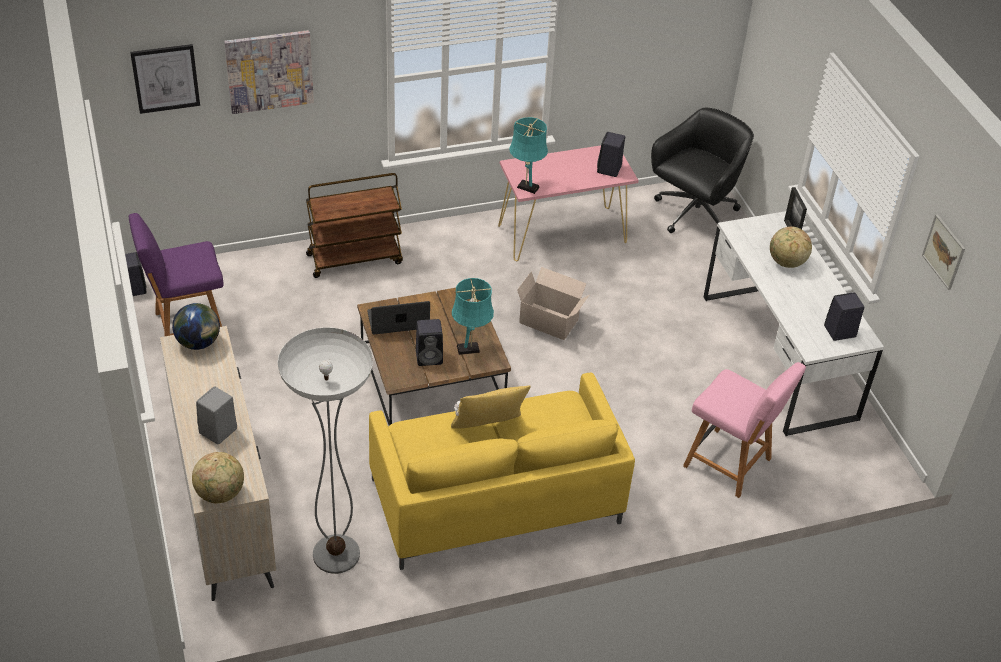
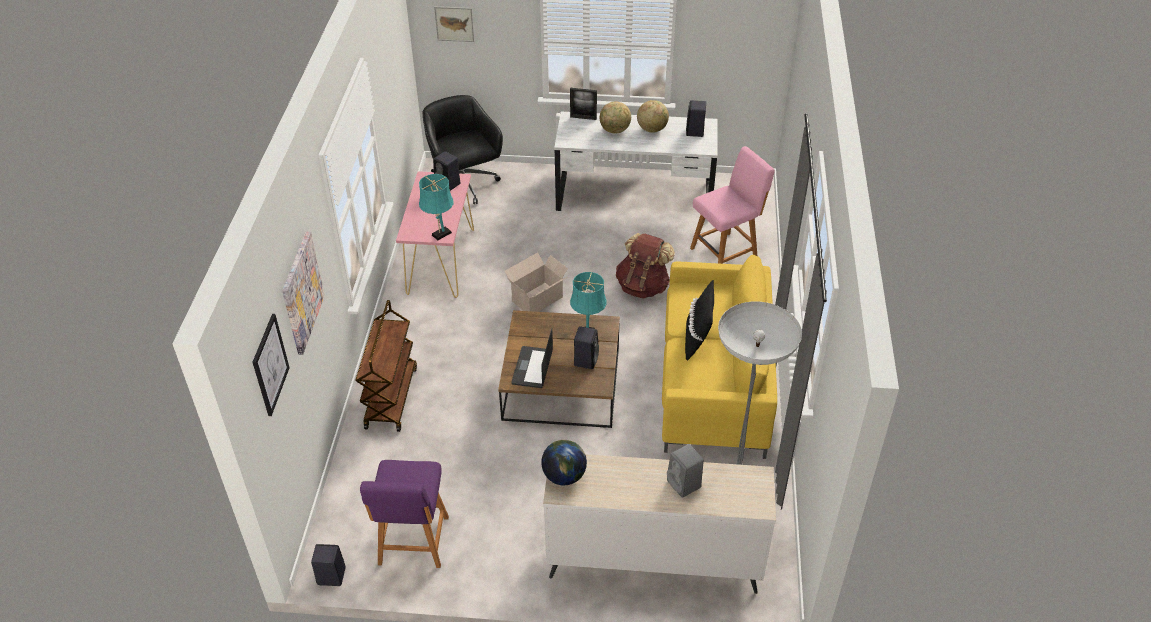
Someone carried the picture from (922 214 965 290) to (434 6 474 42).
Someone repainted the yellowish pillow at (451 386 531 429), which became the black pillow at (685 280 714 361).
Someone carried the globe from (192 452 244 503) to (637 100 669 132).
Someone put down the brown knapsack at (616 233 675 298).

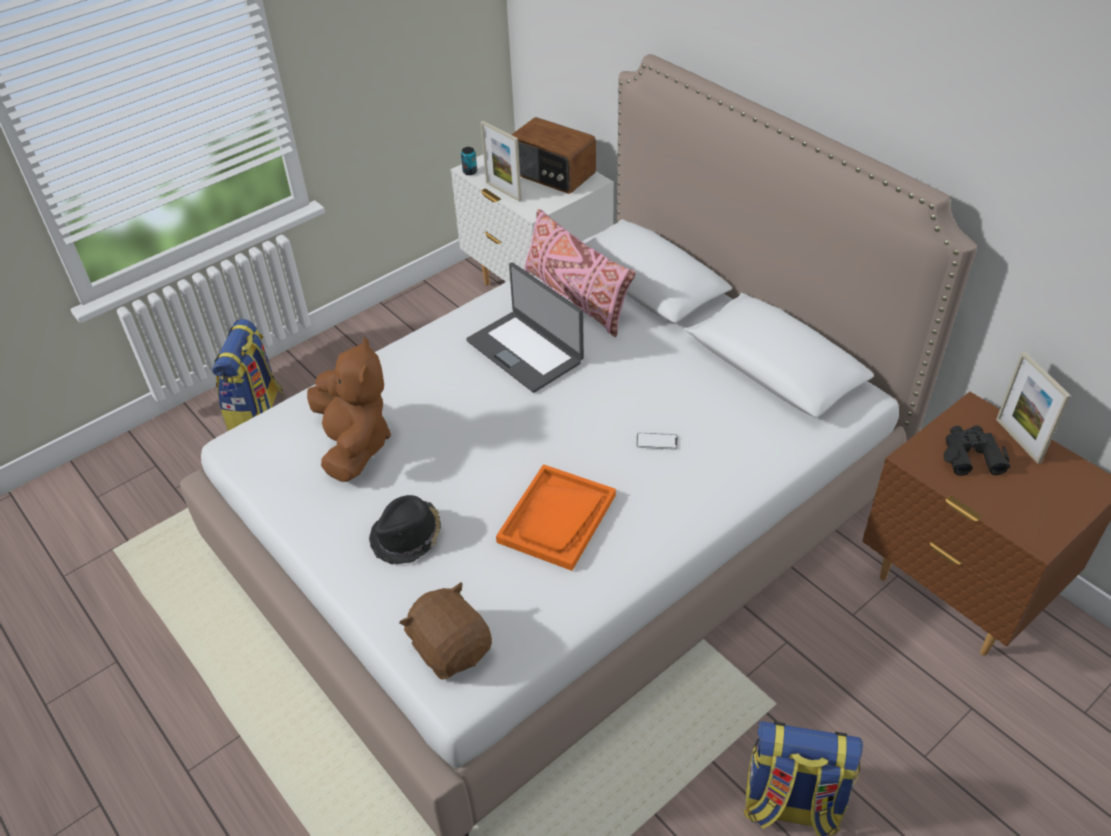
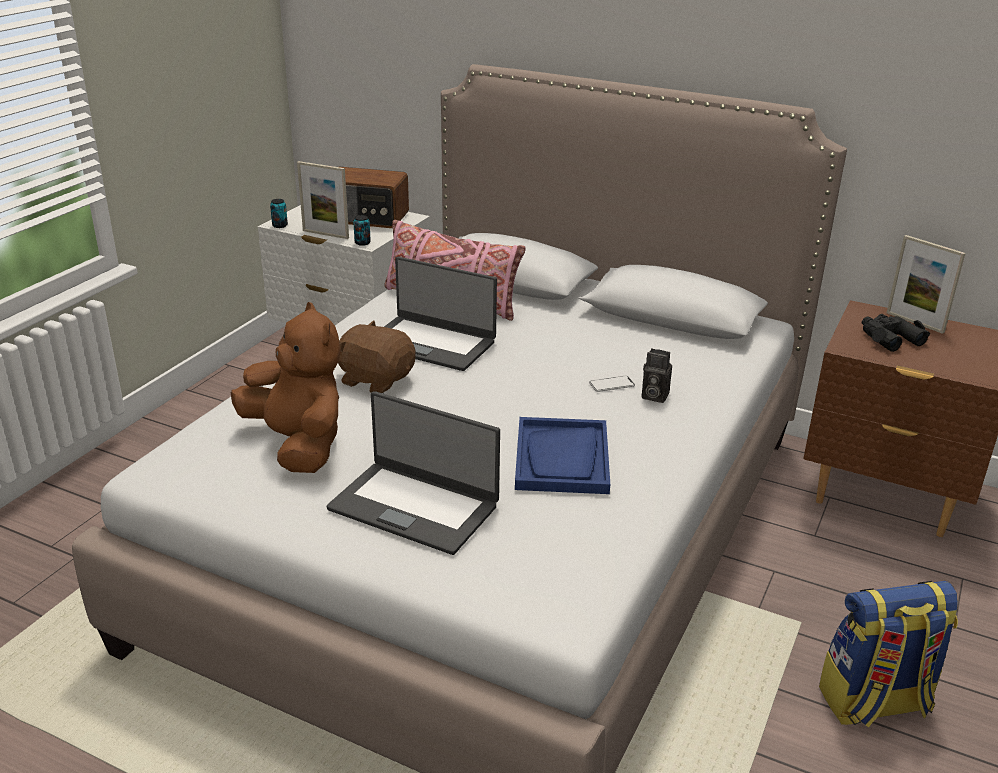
Someone took away the knapsack at (212 319 285 431).
Someone repainted the orange tray at (496 464 616 571), which became the bluish tray at (515 417 610 494).
Someone swapped the black wearable hat at (369 495 441 565) for the notebook computer at (327 391 500 555).
Someone carried the brown plush toy from (399 582 492 680) to (338 321 415 393).
Someone put down the can at (353 215 371 246).
Someone put down the still camera at (642 349 672 403).

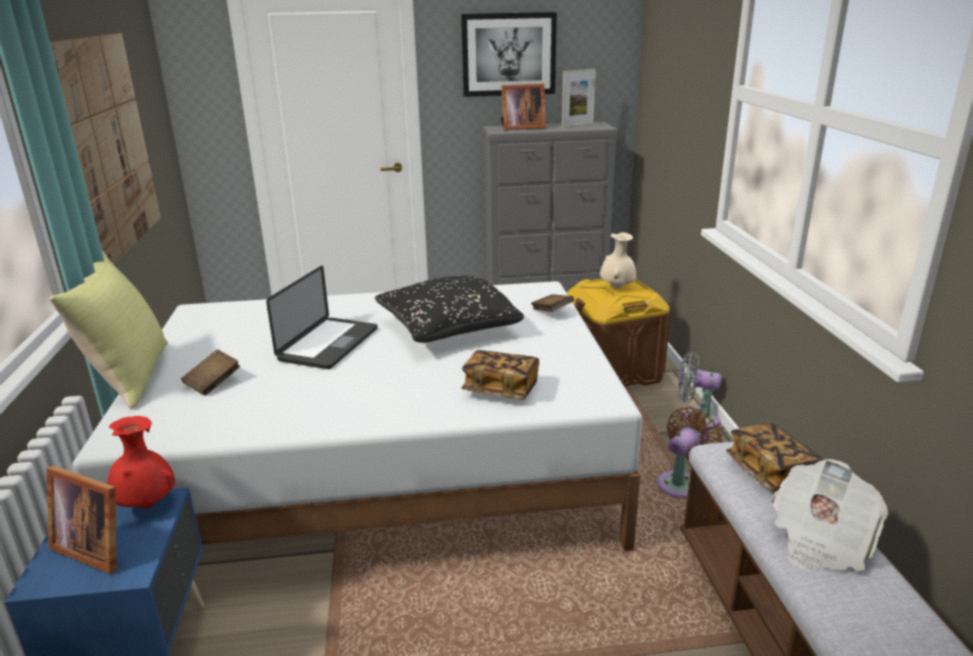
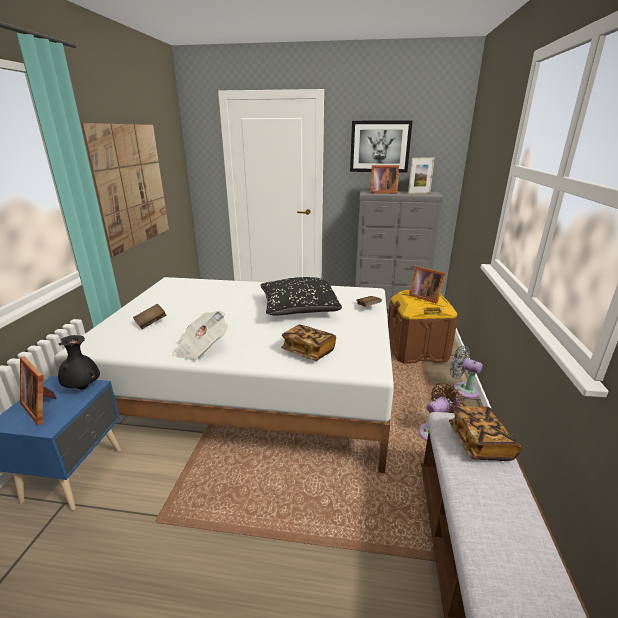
Someone swapped the beige-coloured flower vase at (600 232 636 289) for the photo frame at (409 266 446 304).
Someone took away the yellowish pillow at (50 250 168 409).
Someone took away the notebook computer at (266 266 377 369).
Someone repainted the red flower vase at (107 416 175 508), which became the black flower vase at (58 335 100 390).
Someone carried the daily paper from (772 459 888 571) to (172 311 228 360).

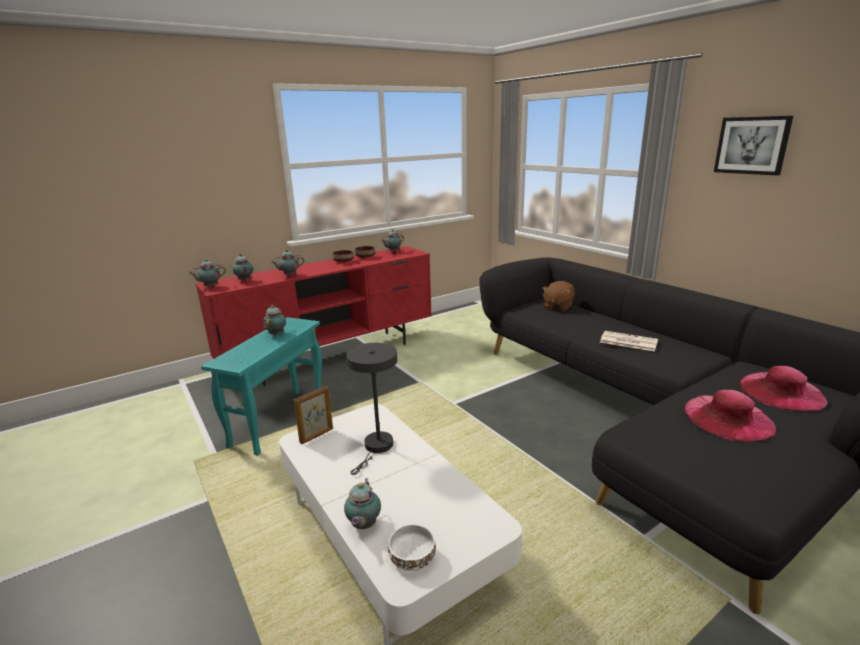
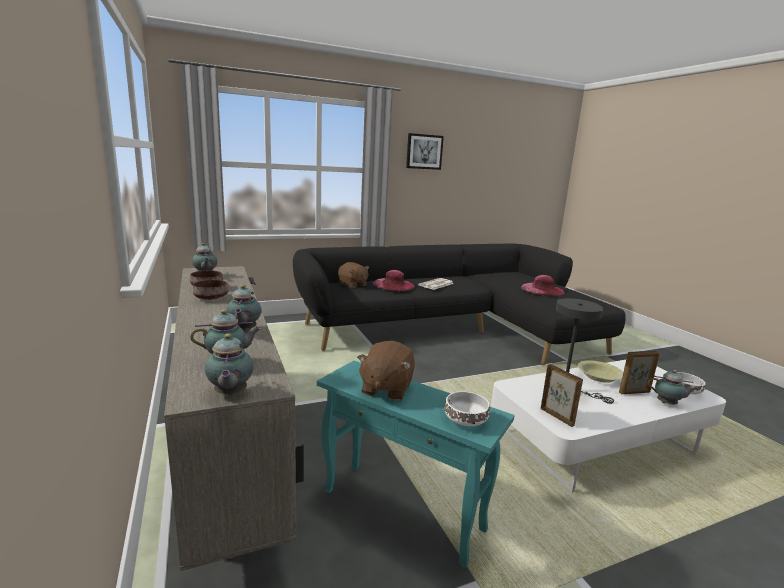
Someone repainted the red tv unit at (195 246 432 387), which became the beige-coloured tv unit at (164 266 304 571).
Someone swapped the teapot at (263 305 286 336) for the brown plush toy at (357 341 415 401).
Someone carried the pinkish wearable hat from (739 366 828 412) to (373 270 415 291).
Someone put down the photo frame at (619 351 660 394).
Someone put down the yellowish bowl at (578 360 623 383).
Someone put down the white bowl at (444 391 490 426).

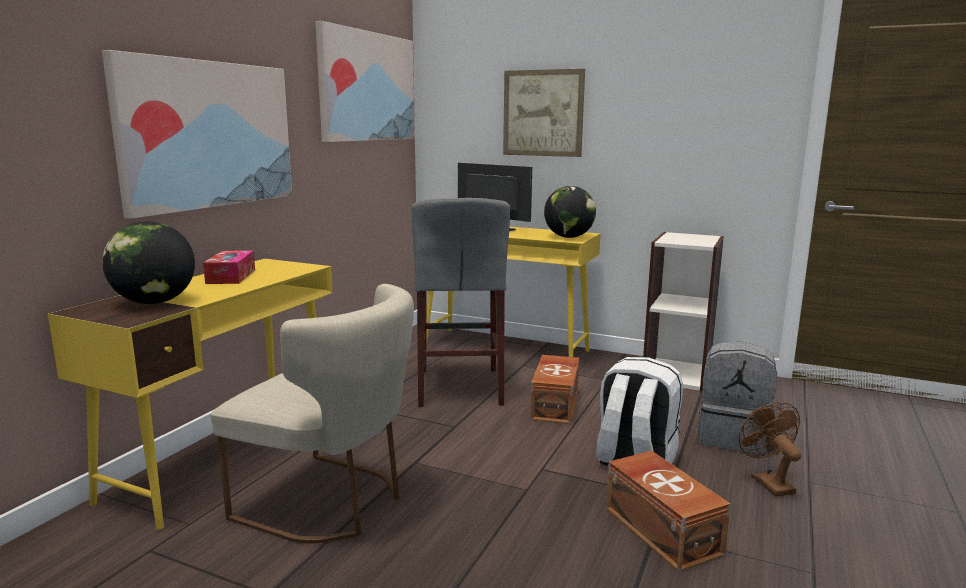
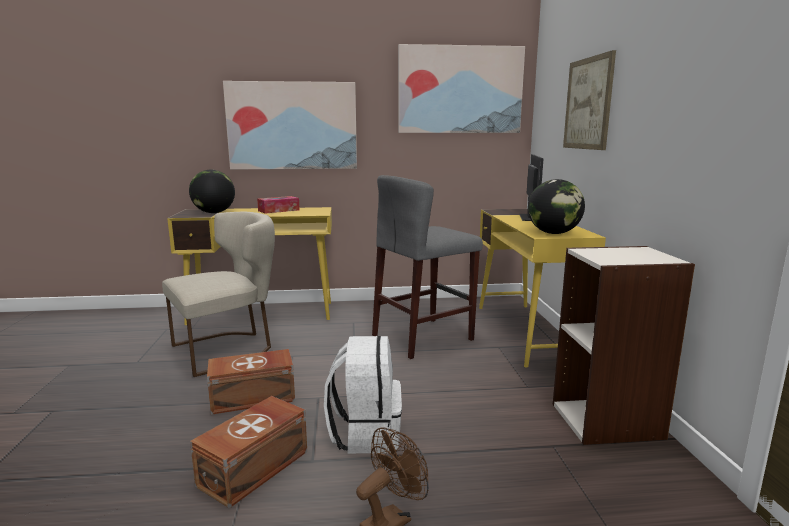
Someone rotated the beige-coloured chair at (211 284 414 543) by 120 degrees counterclockwise.
Someone took away the greyish knapsack at (698 342 777 455).
Someone carried the brown storage box from (530 355 579 424) to (207 349 295 415).

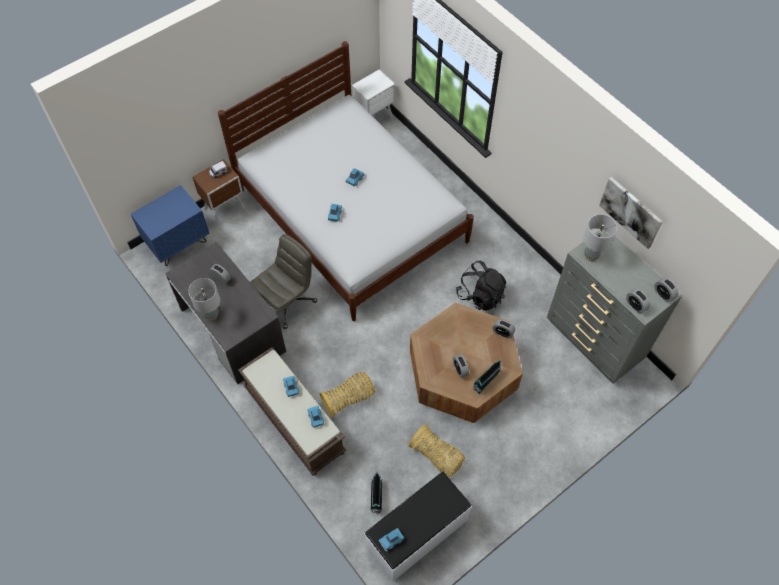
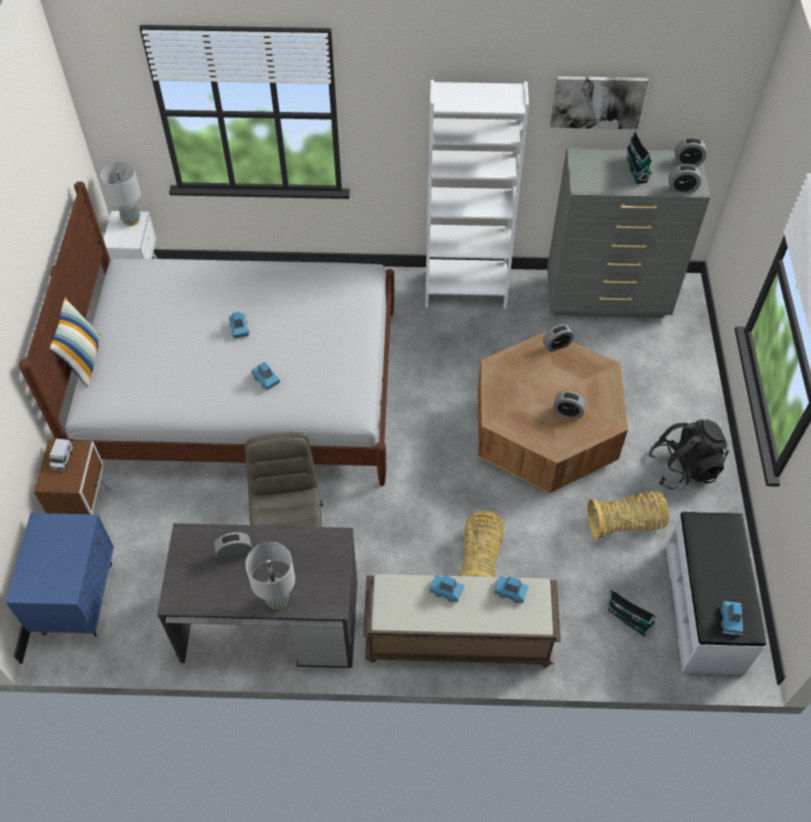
Someone carried the greyish table lamp from (583 214 617 262) to (100 162 141 226).
Someone carried the black knapsack from (456 261 506 311) to (648 419 729 491).
Someone carried the model house from (473 360 501 394) to (626 131 652 184).
Someone put down the white bookcase at (425 80 529 309).
Someone put down the pillow at (50 297 101 387).

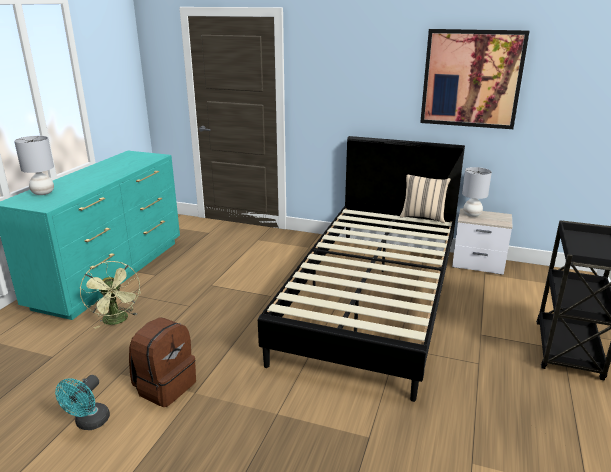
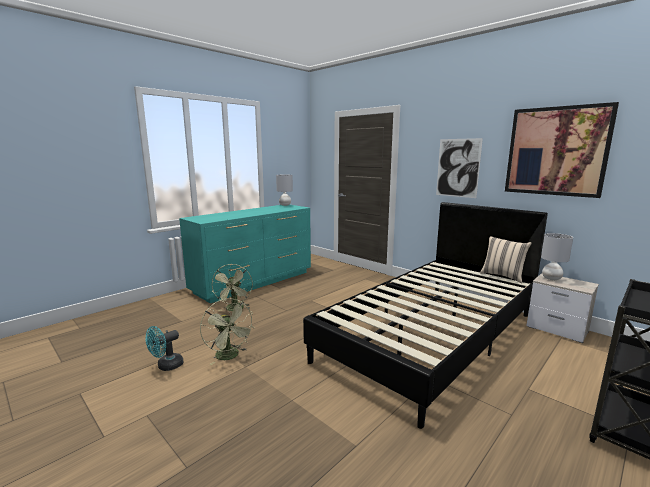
Someone carried the greyish table lamp from (14 136 54 195) to (276 175 293 206).
Someone swapped the brown knapsack at (129 317 196 407) for the greenish electric fan at (200 298 254 365).
Someone put up the picture at (436 138 483 198).

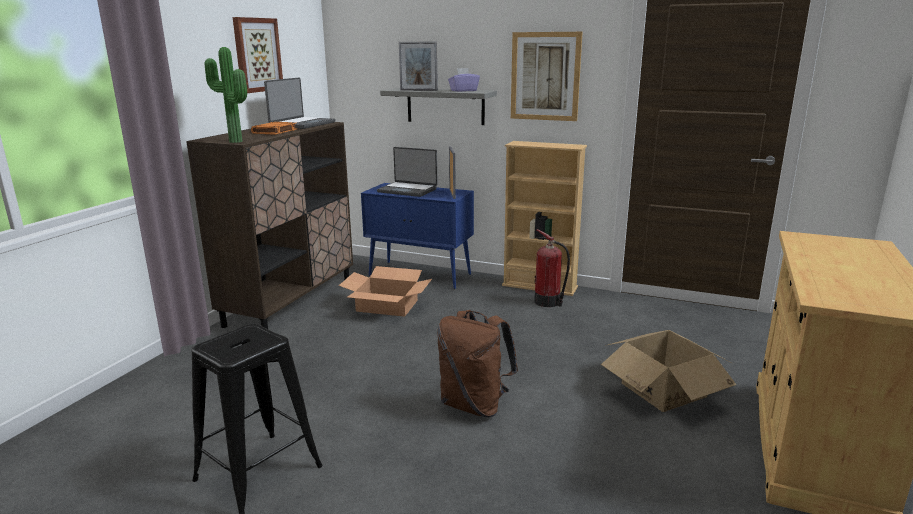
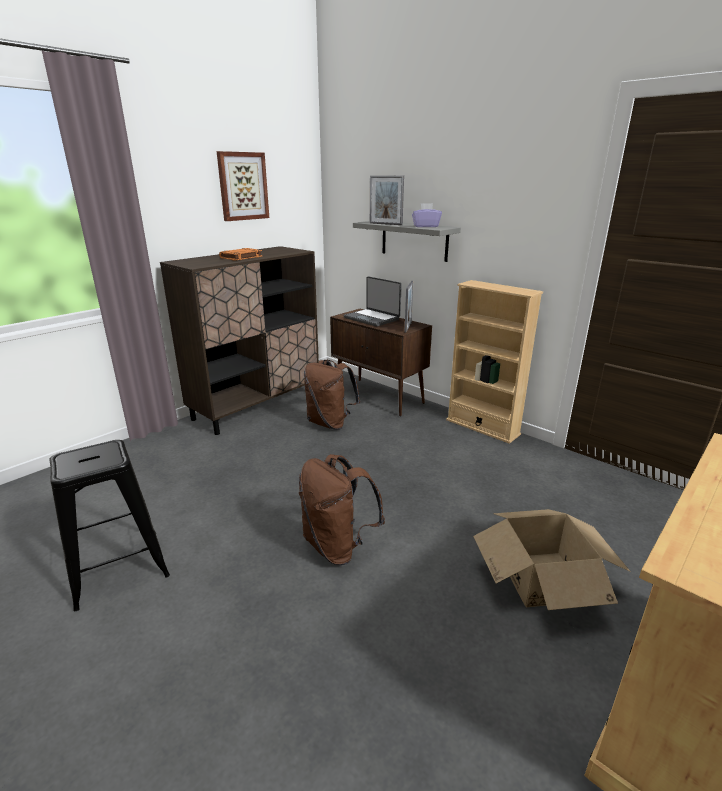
Someone took away the picture at (511 32 582 121).
Someone took away the potted plant at (205 47 247 143).
Someone took away the notebook computer at (264 78 336 129).
Someone repainted the bluish cupboard at (361 183 474 289), which became the brown cupboard at (330 309 432 416).
Someone took away the extinguisher at (534 229 570 307).
Someone swapped the cardboard box at (339 266 432 317) for the brown knapsack at (304 360 360 430).

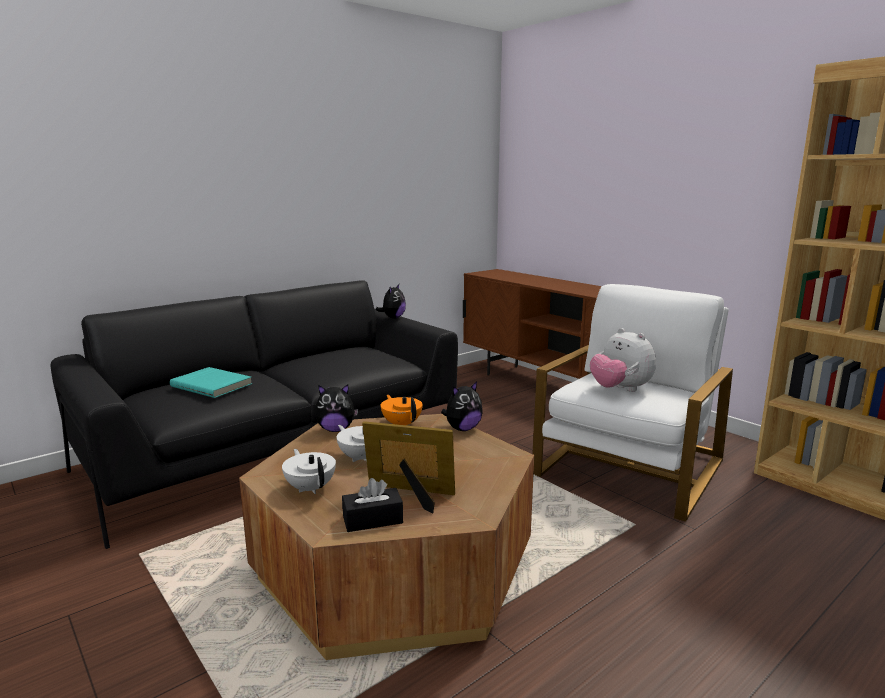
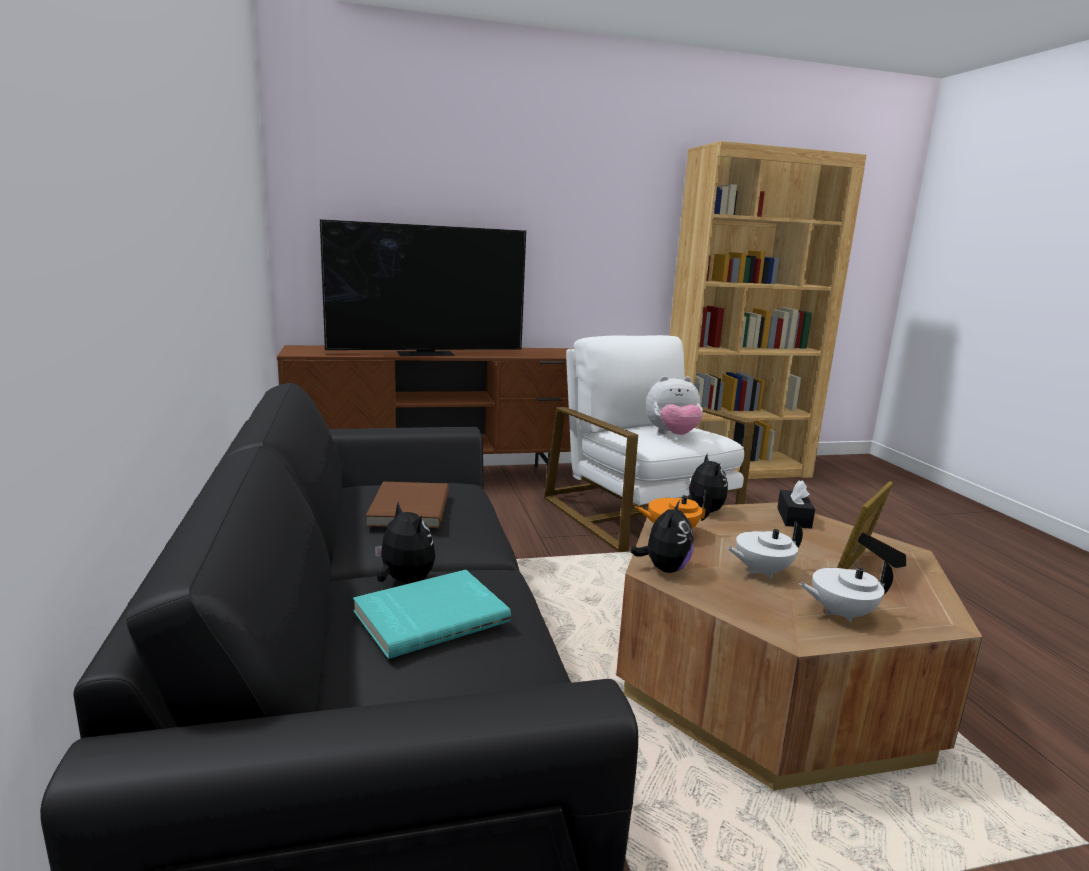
Someone carried the plush toy from (376 284 406 318) to (375 502 435 583).
Someone carried the black tissue holder from (342 478 403 532) to (777 480 815 529).
Someone put down the TV set at (320 219 526 356).
Someone put down the brown bound book at (366 482 449 528).

